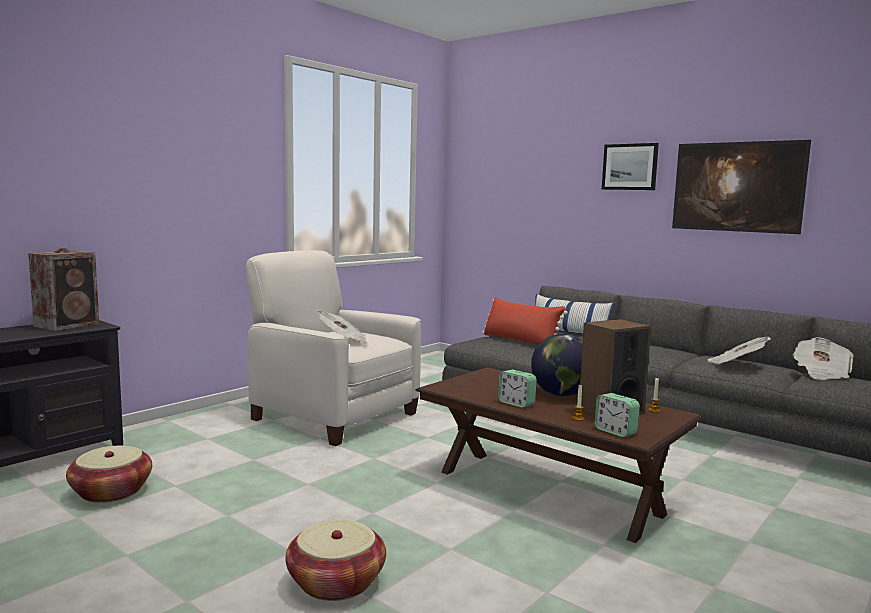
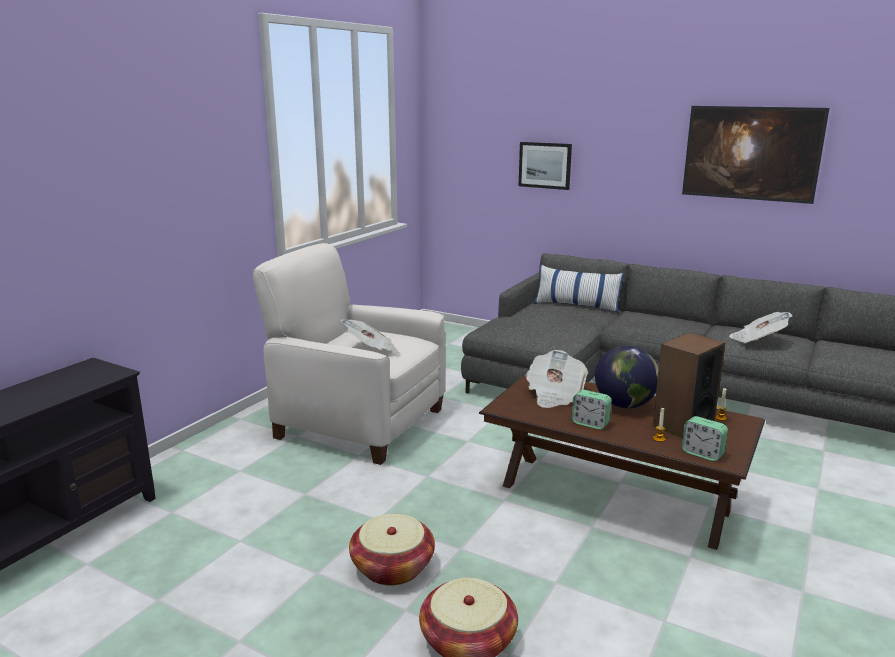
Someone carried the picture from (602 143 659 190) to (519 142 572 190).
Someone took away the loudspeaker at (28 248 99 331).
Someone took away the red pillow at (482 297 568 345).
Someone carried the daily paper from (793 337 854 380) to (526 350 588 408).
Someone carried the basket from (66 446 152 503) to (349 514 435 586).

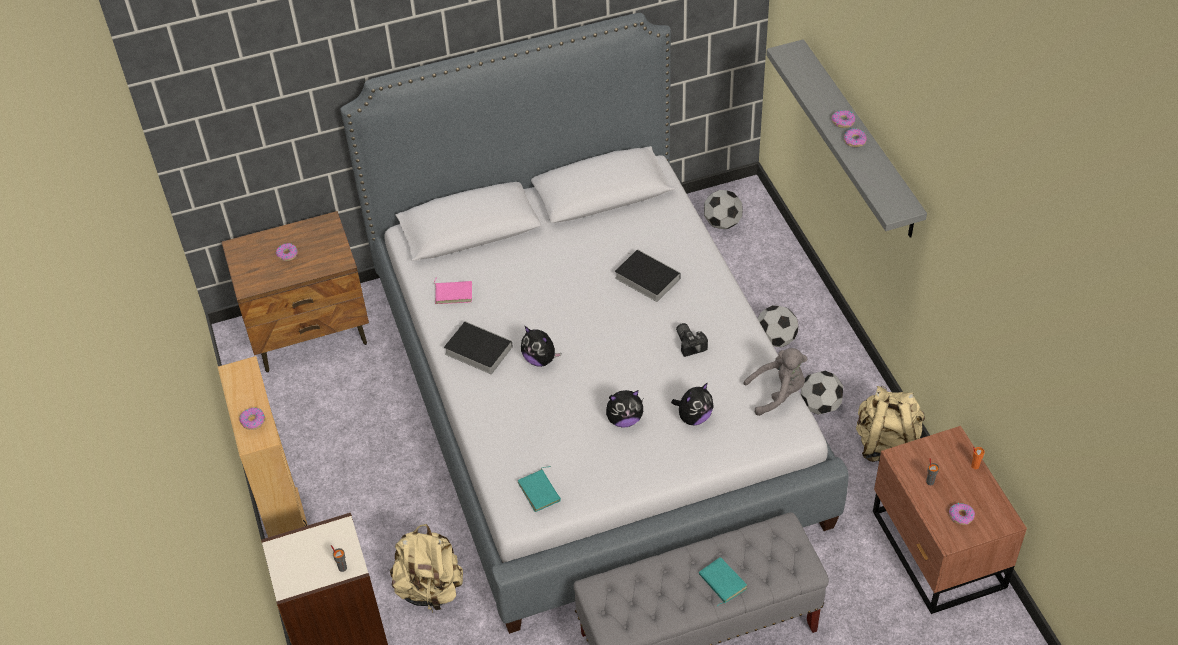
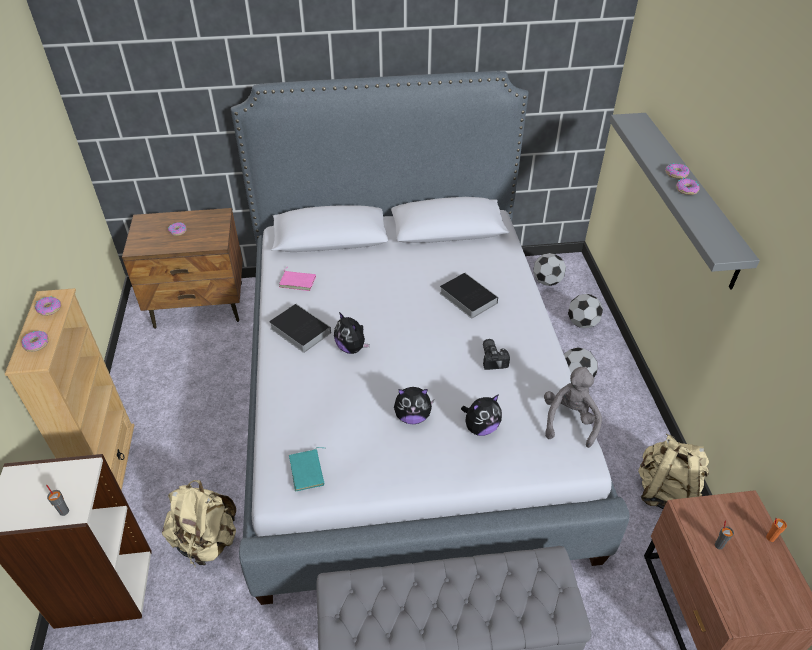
Someone rotated the greyish plush toy at (743 348 807 416) by 75 degrees counterclockwise.
Someone carried the football ball from (801 371 843 415) to (568 294 603 328).
Someone carried the ring doughnut from (949 503 975 525) to (35 296 61 316).
Someone took away the turquoise bound book at (699 557 747 606).

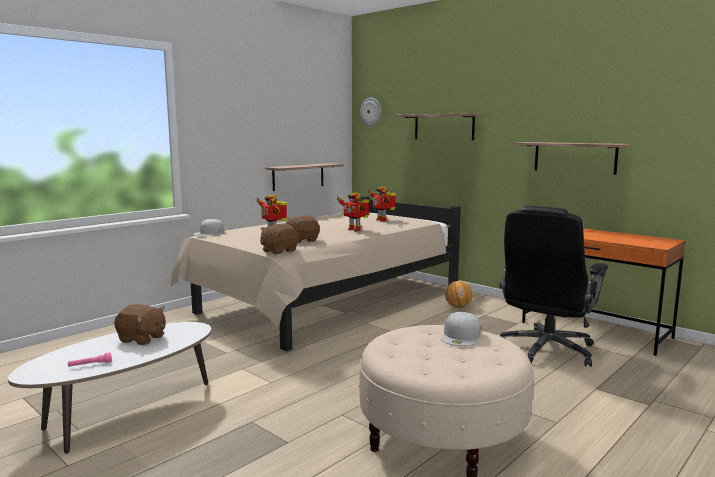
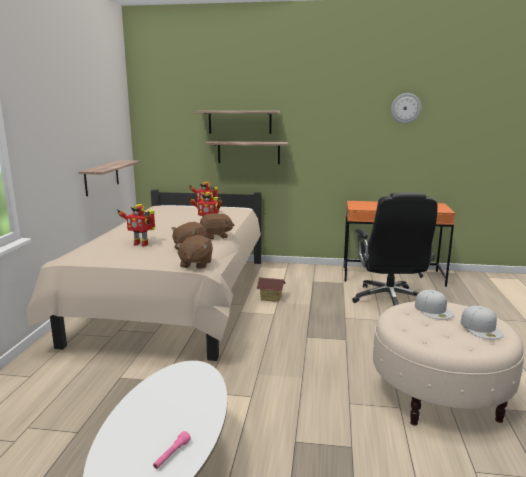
Someone carried the wall clock from (360 97 381 126) to (391 93 422 124).
Someone carried the bracket shelf from (514 142 631 175) to (205 141 288 164).
Someone carried the white cap from (193 219 224 236) to (461 306 504 339).
Someone took away the basketball at (445 281 473 308).
Someone carried the brown plush toy from (114 304 166 345) to (200 213 234 240).
Someone put down the model house at (257 277 286 302).

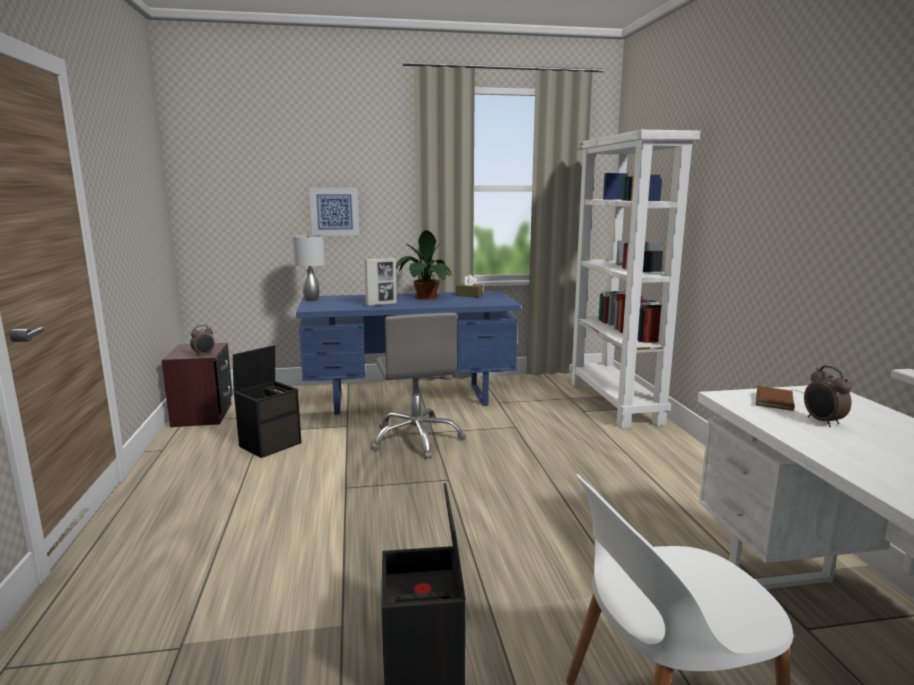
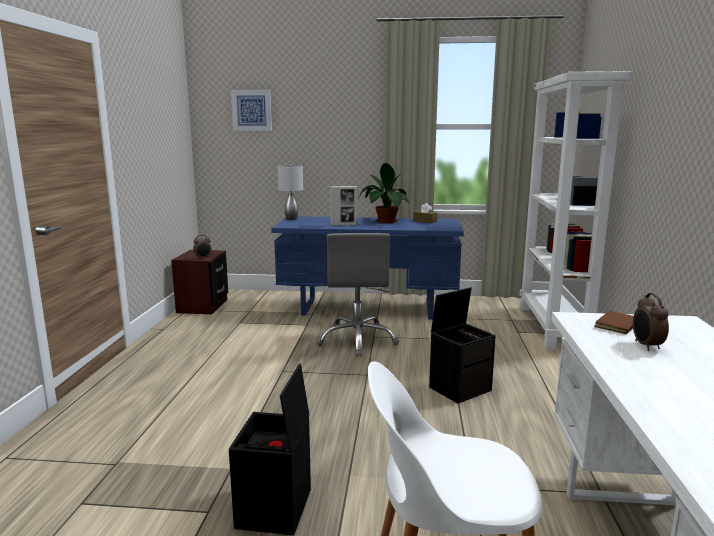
Someone carried the picture from (309 188 359 236) to (231 90 272 131).
Someone carried the black storage box from (233 345 302 458) to (429 287 496 404).

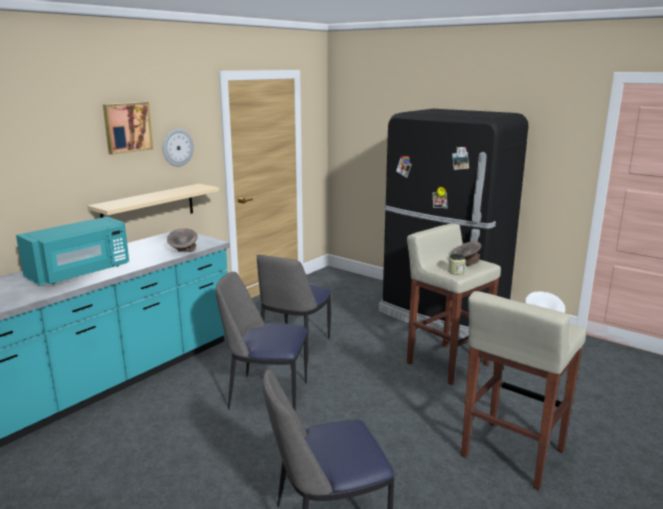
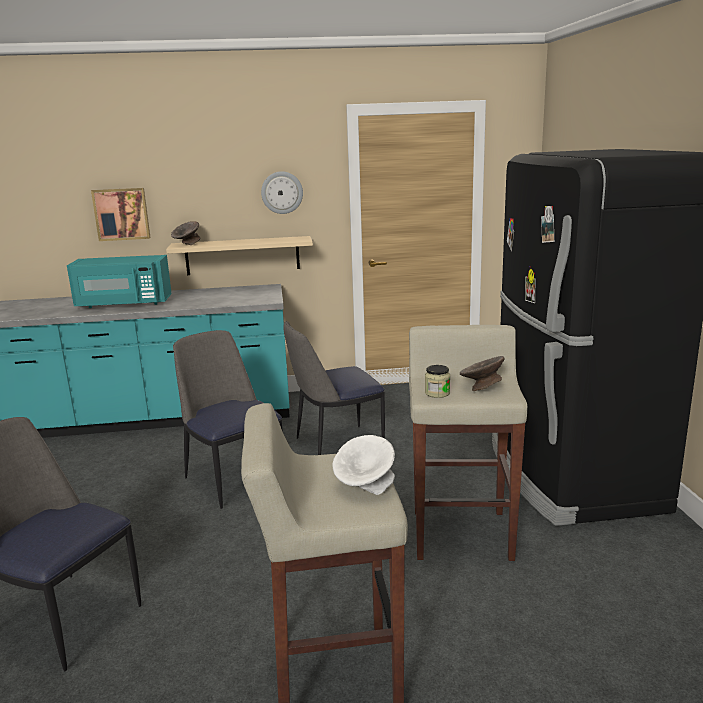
Someone carried the picture from (103 102 153 155) to (91 188 151 241).
Someone carried the greyish bowl from (167 228 197 252) to (171 221 201 245).

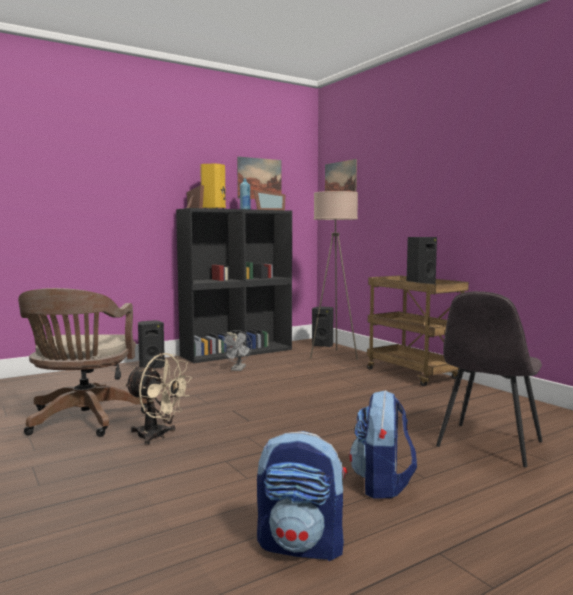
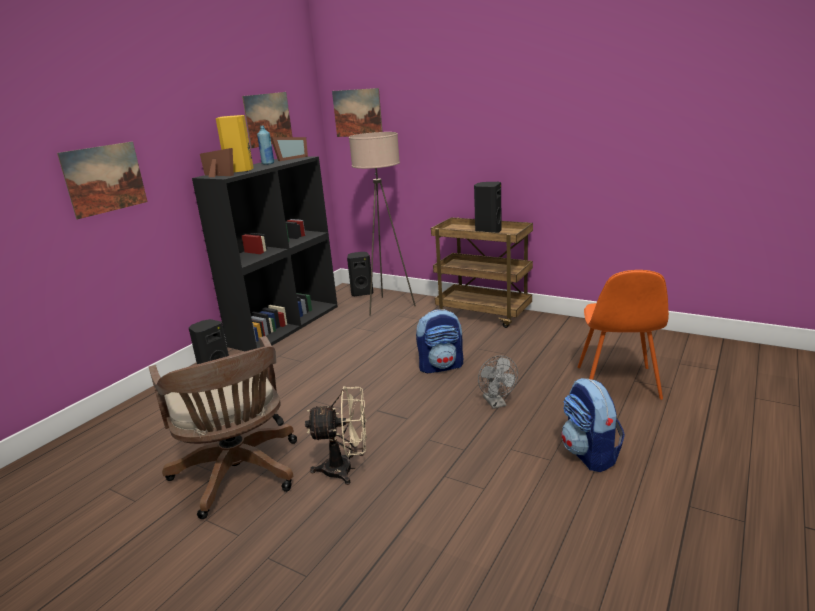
Someone repainted the greyish chair at (436 291 543 467), which became the orange chair at (578 270 669 400).
Someone carried the greyish electric fan from (221 330 252 371) to (478 356 518 409).
Someone carried the knapsack from (257 431 347 561) to (416 309 463 373).
Someone put up the picture at (57 142 147 220).

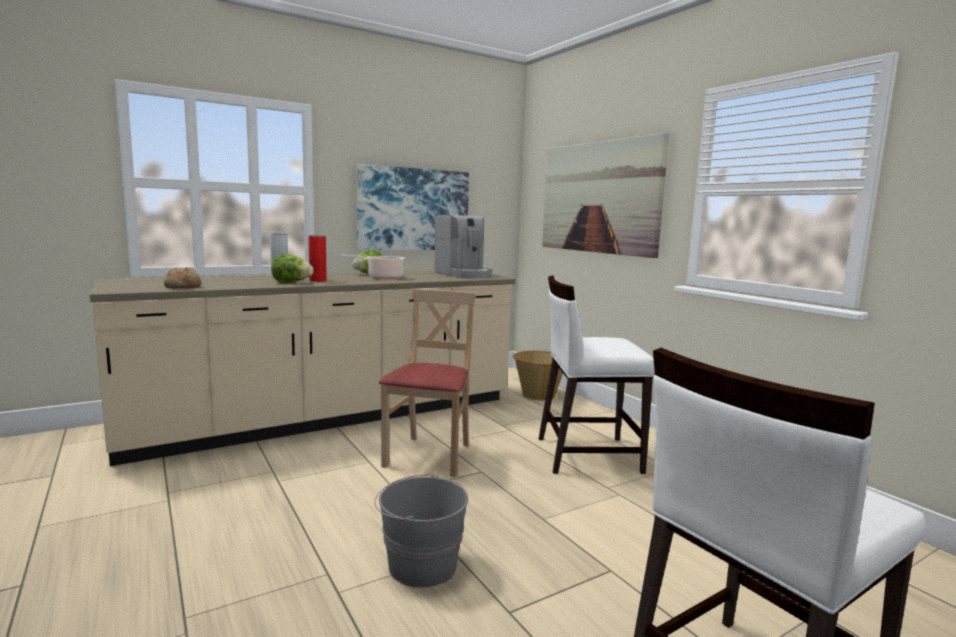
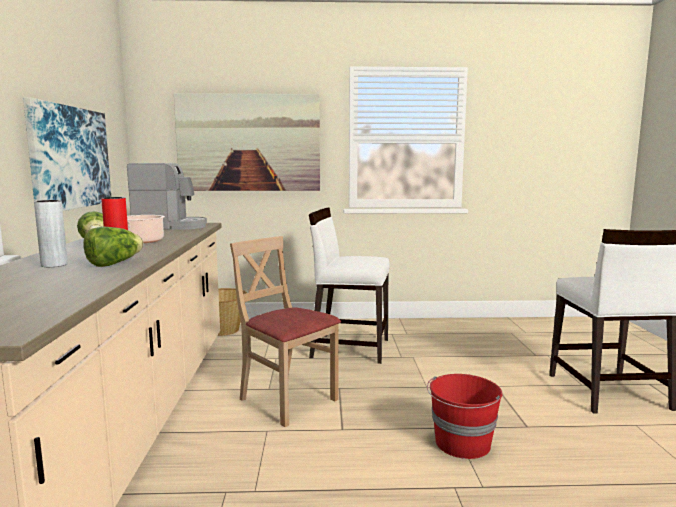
Someone took away the bread at (164 268 201 288).
Someone rotated the white chair at (539 276 655 474) by 75 degrees clockwise.
Someone repainted the greyish bucket at (374 474 468 588), which became the red bucket at (427 374 503 459).

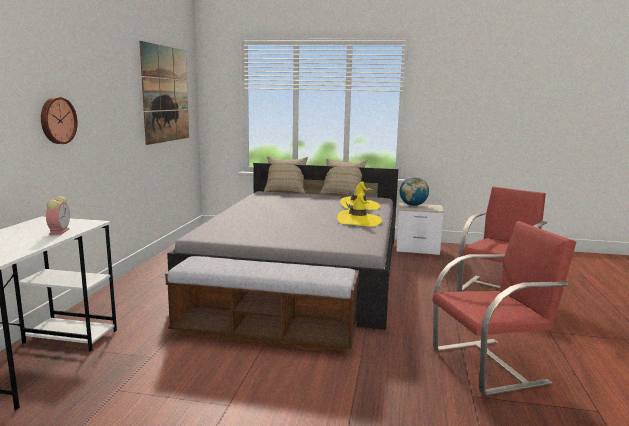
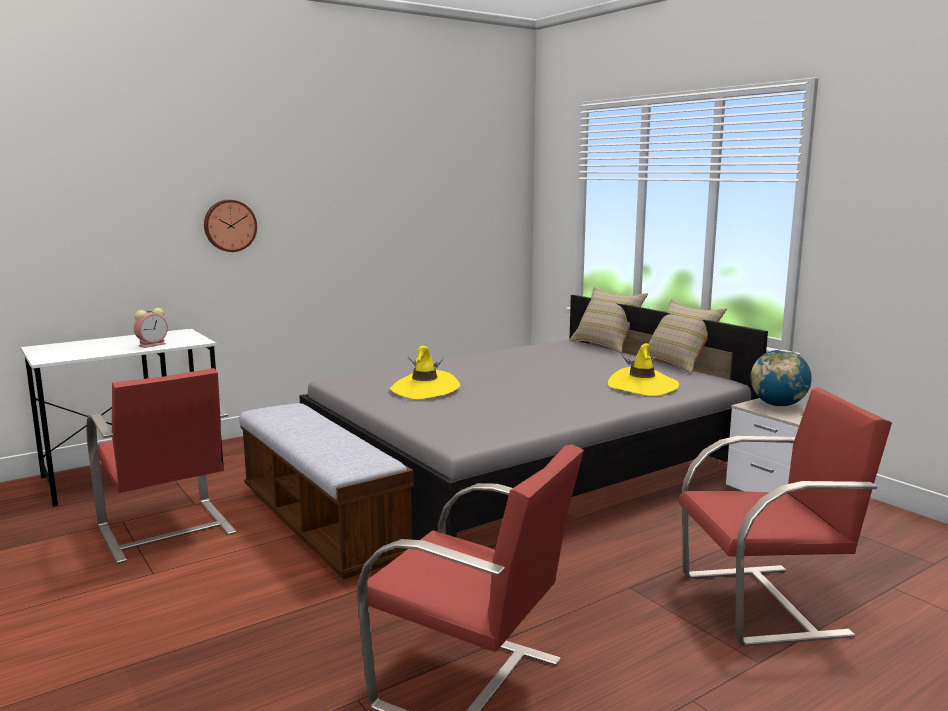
Someone took away the picture at (139 41 189 145).
Someone carried the yellowish wearable hat from (337 193 382 227) to (389 346 460 399).
Someone put down the red chair at (86 368 237 564).

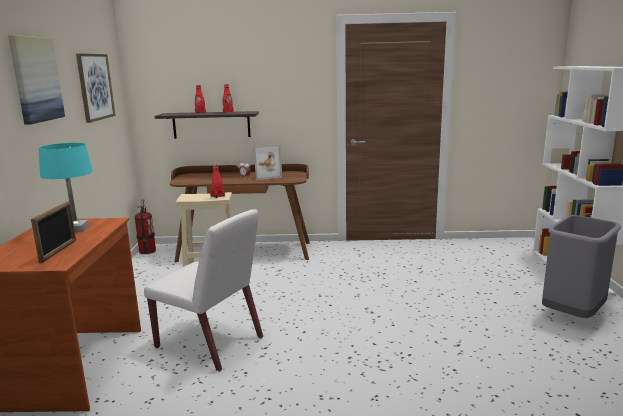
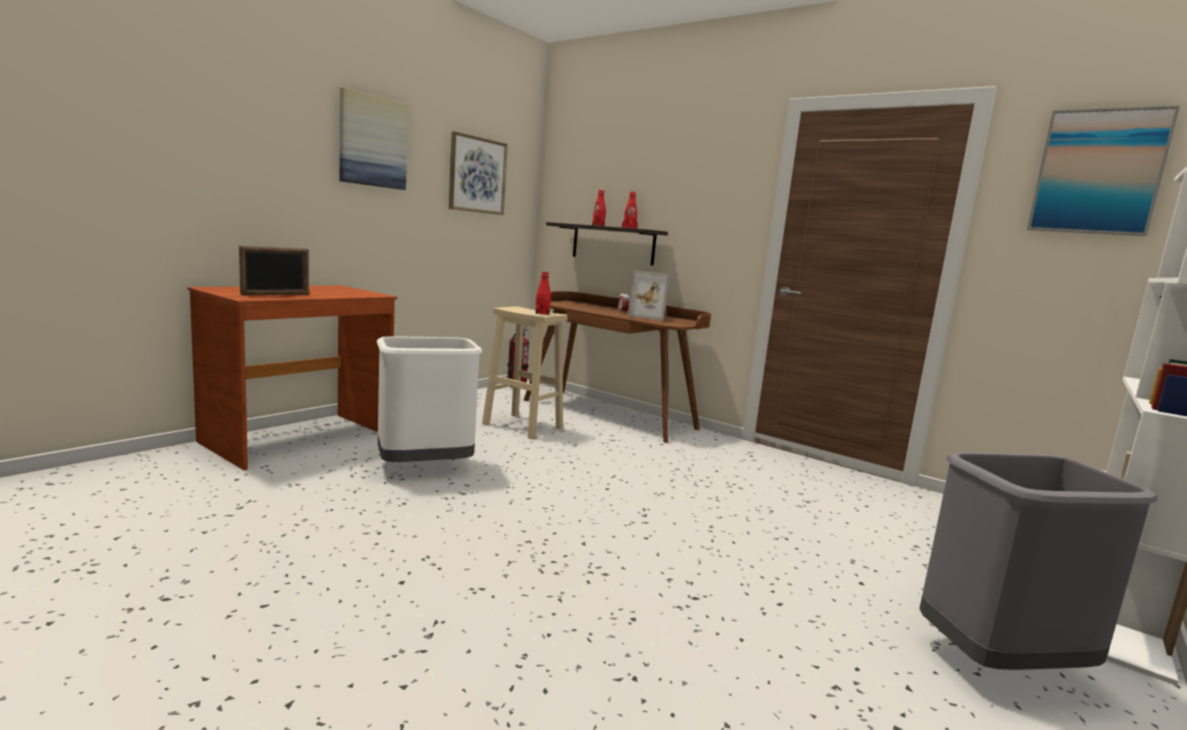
Someone took away the turquoise table lamp at (39 142 93 232).
Someone swapped the white chair at (144 209 263 372) for the white waste bin at (377 336 482 462).
Someone put up the picture at (1027 106 1180 236).

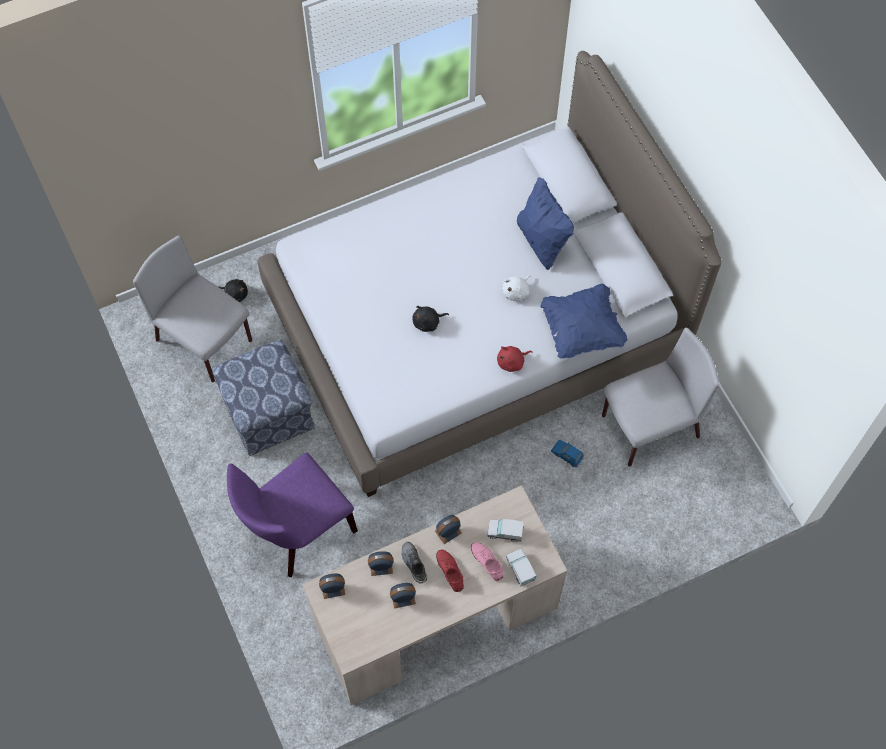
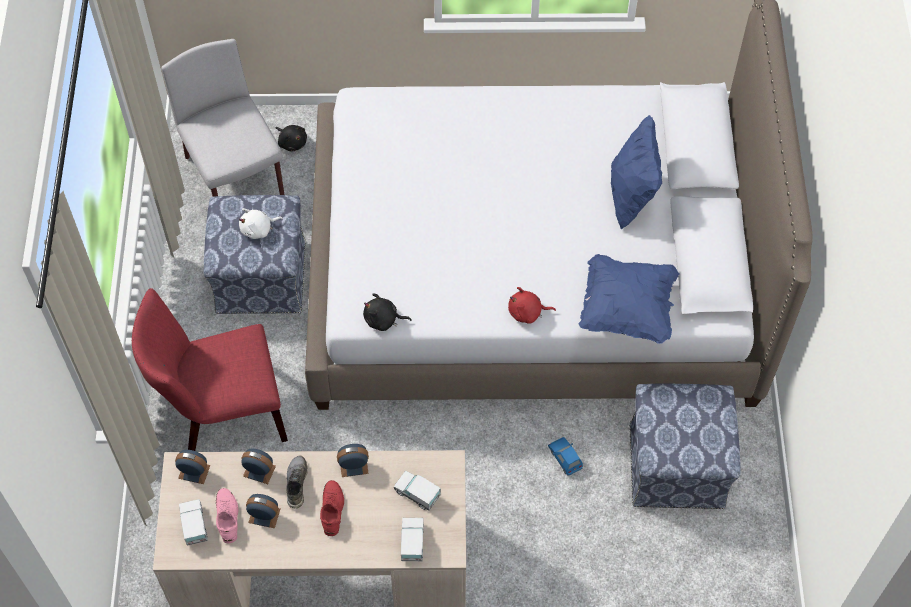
Someone carried the white plush toy from (502 275 531 301) to (239 208 283 239).
Someone carried the black plush toy from (412 306 449 332) to (363 293 412 331).
Someone swapped the greyish chair at (602 327 720 467) for the pouffe at (630 384 741 509).
Someone repainted the purple-coloured chair at (227 452 358 577), which became the red chair at (132 288 288 451).
Someone carried the pinkish item of footwear from (471 542 504 581) to (216 488 239 543).
Someone put down the model truck at (179 499 208 546).

